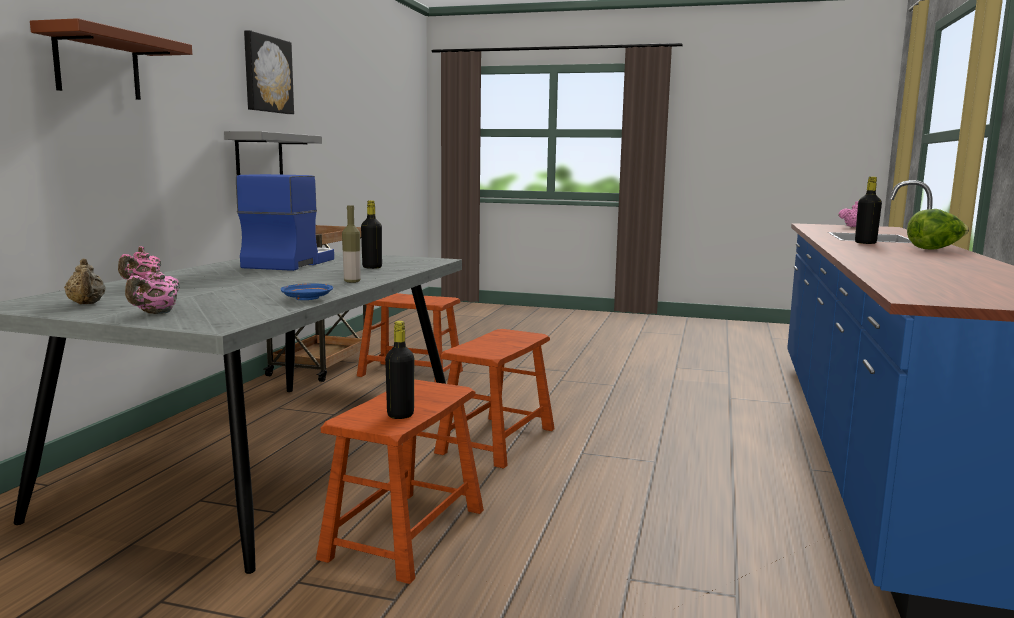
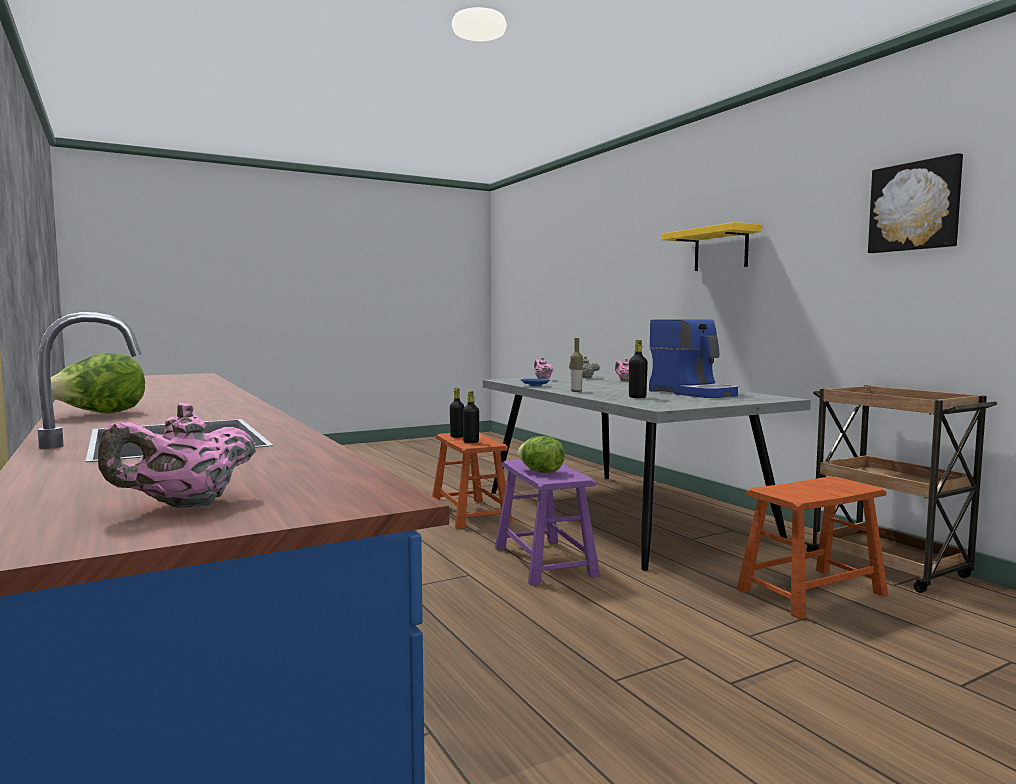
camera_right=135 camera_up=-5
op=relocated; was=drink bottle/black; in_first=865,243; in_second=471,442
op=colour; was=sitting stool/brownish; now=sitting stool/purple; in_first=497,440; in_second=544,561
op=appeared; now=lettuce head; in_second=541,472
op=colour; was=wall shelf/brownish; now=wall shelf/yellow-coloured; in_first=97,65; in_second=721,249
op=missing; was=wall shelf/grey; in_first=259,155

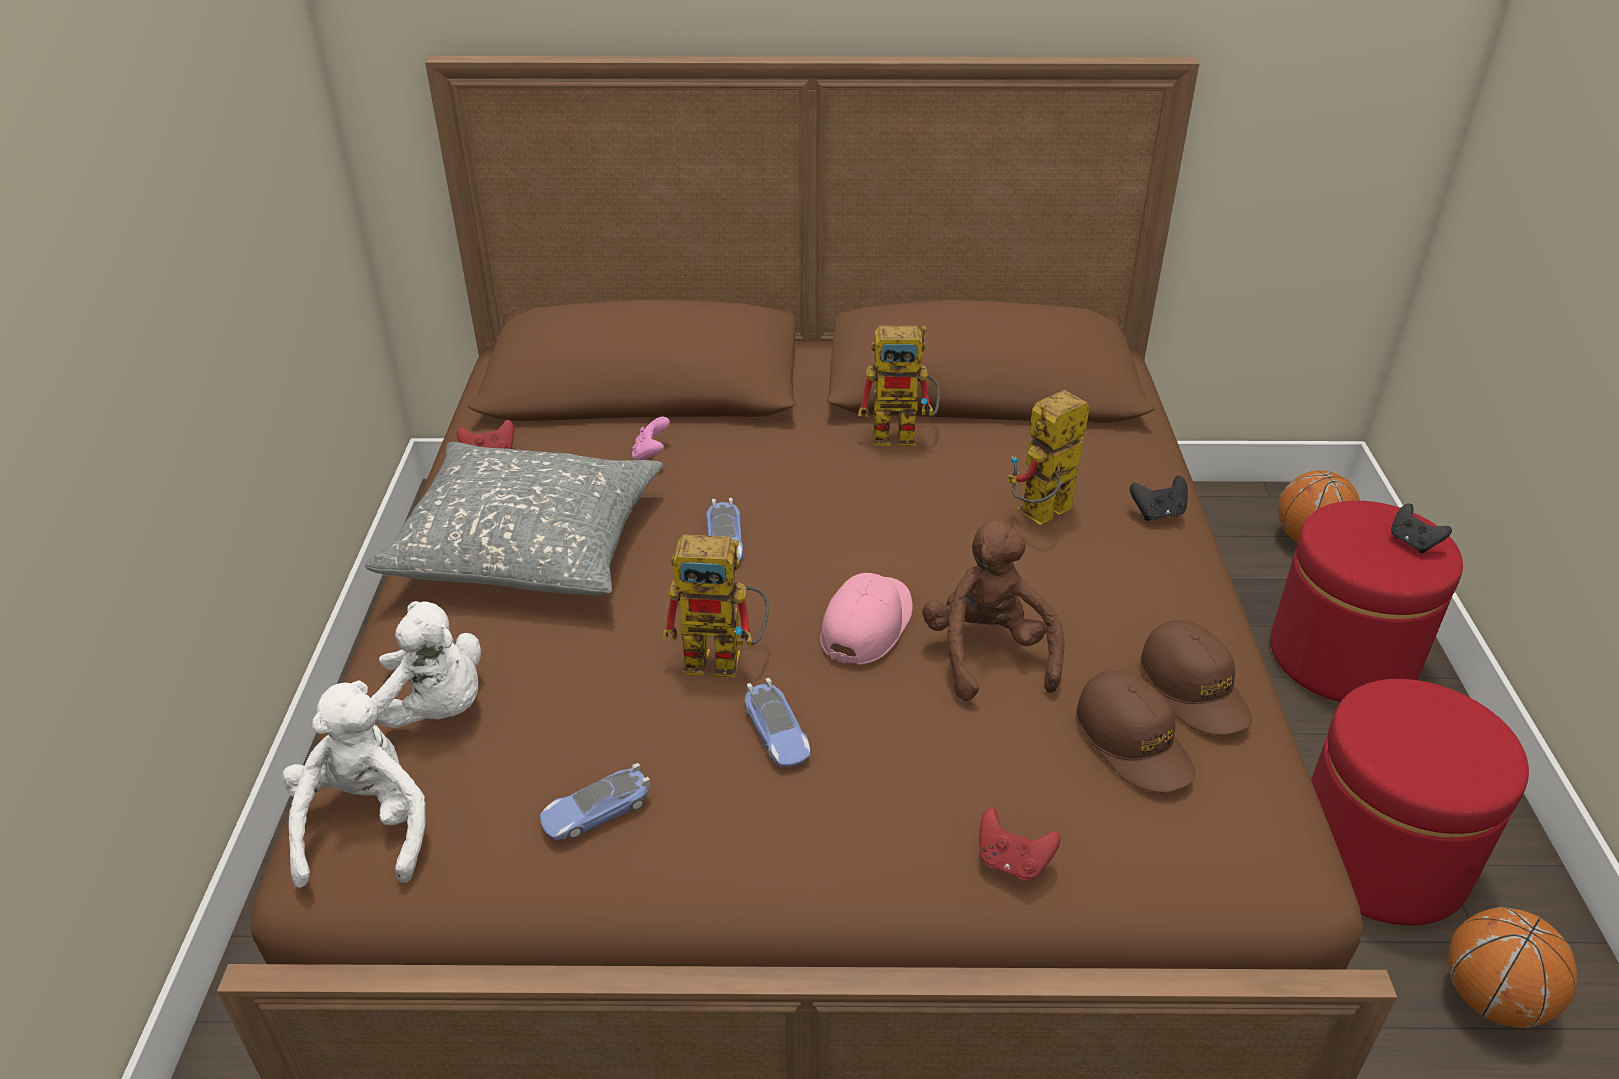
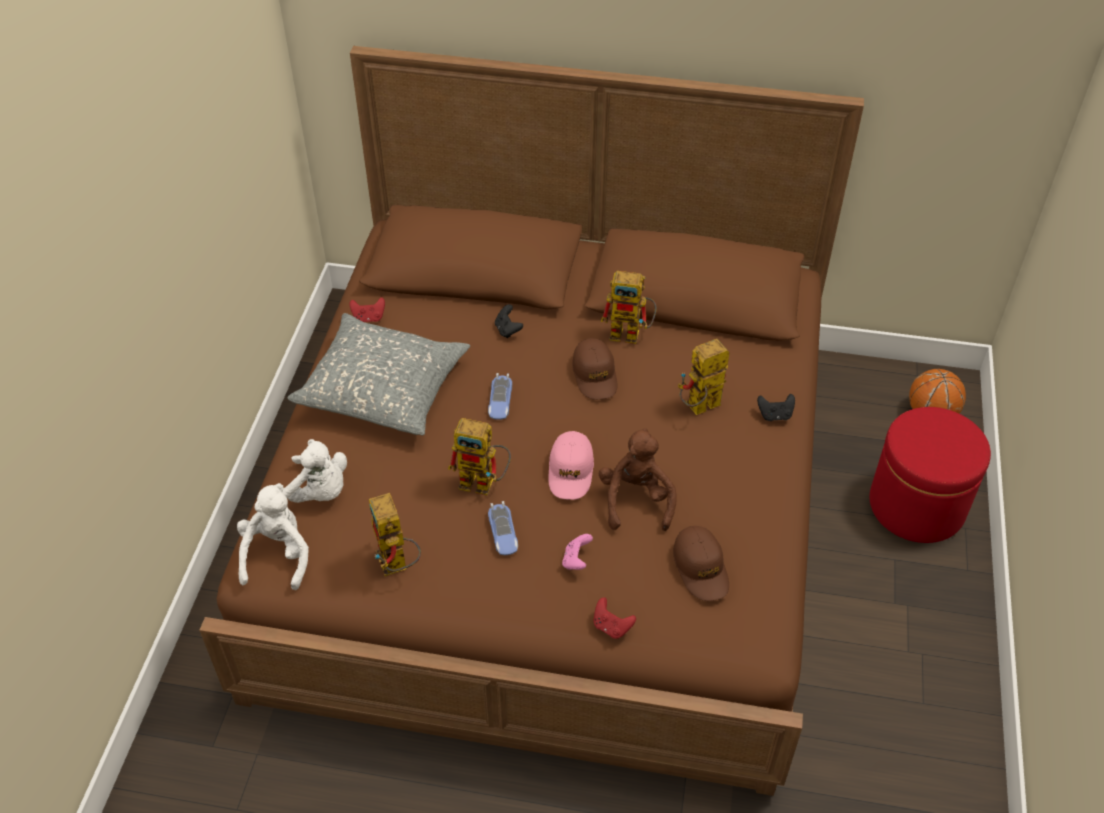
camera_right=10 camera_up=10
op=exchanged; was=model car; now=toy robot; in_first=596,811; in_second=397,565
op=relocated; was=joypad/black; in_first=1412,542; in_second=508,330
op=spun; was=cap/pinkish; in_first=867,624; in_second=571,471; clockwise=150
op=relocated; was=joypad/pinkish; in_first=651,455; in_second=576,560
op=relocated; was=cap/brownish; in_first=1194,689; in_second=595,375
op=missing; was=pouffe/red; in_first=1379,857
op=missing; was=ball for basketball; in_first=1491,999

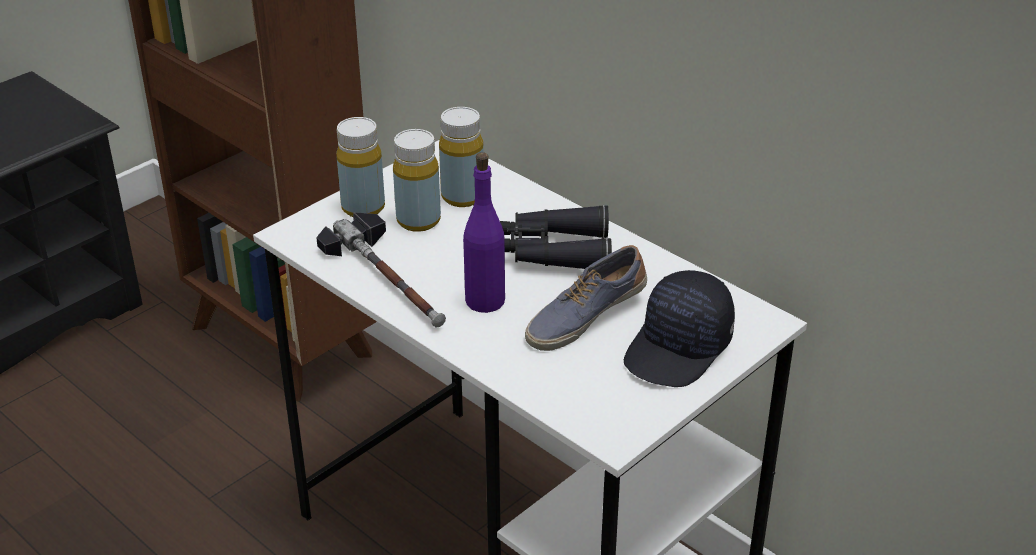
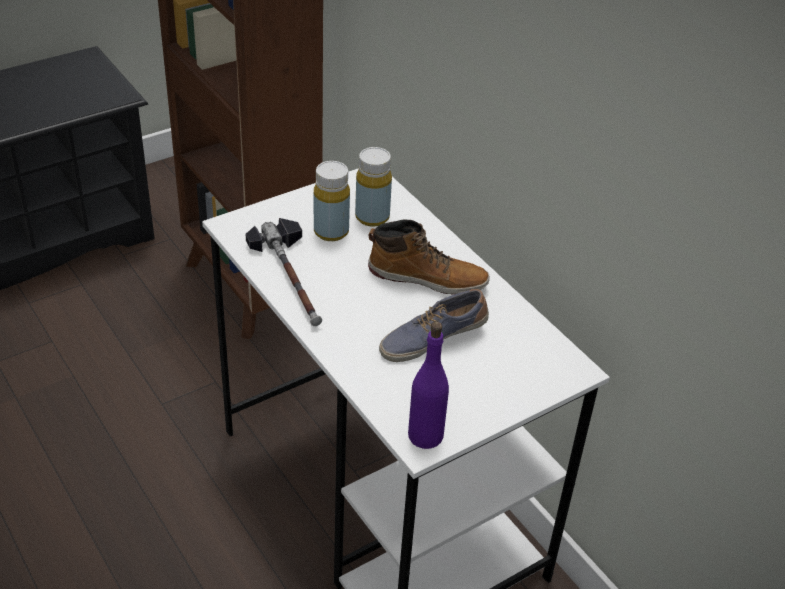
camera_right=10 camera_up=5
op=exchanged; was=binoculars/black; now=tall boot; in_first=554,252; in_second=427,277
op=relocated; was=drink bottle/purple; in_first=485,300; in_second=426,435
op=missing; was=drink bottle/yellow-coloured; in_first=363,208
op=missing; was=cap/black; in_first=679,349

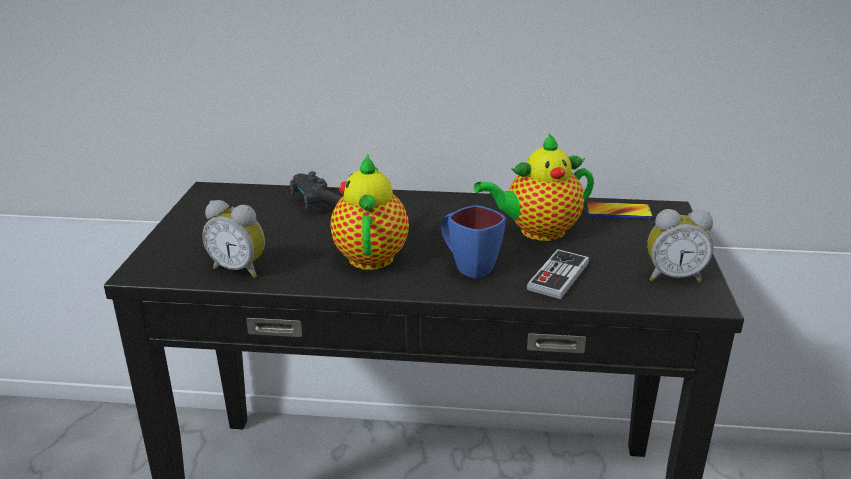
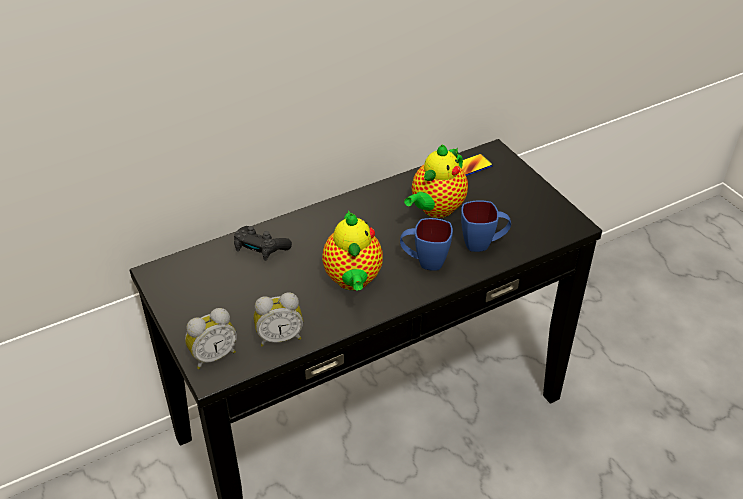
camera_right=-35 camera_up=15
op=relocated; was=bedside clock; in_first=673,277; in_second=213,355
op=spun; was=pot for tea; in_first=371,255; in_second=353,281; clockwise=-150
op=exchanged; was=joypad; now=mug/blue-coloured; in_first=558,276; in_second=483,244

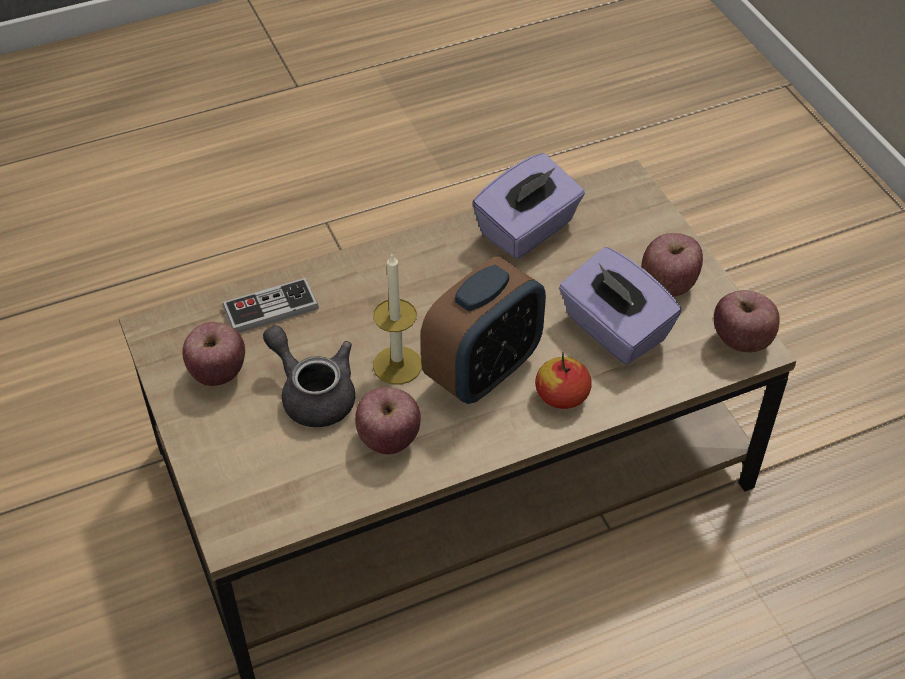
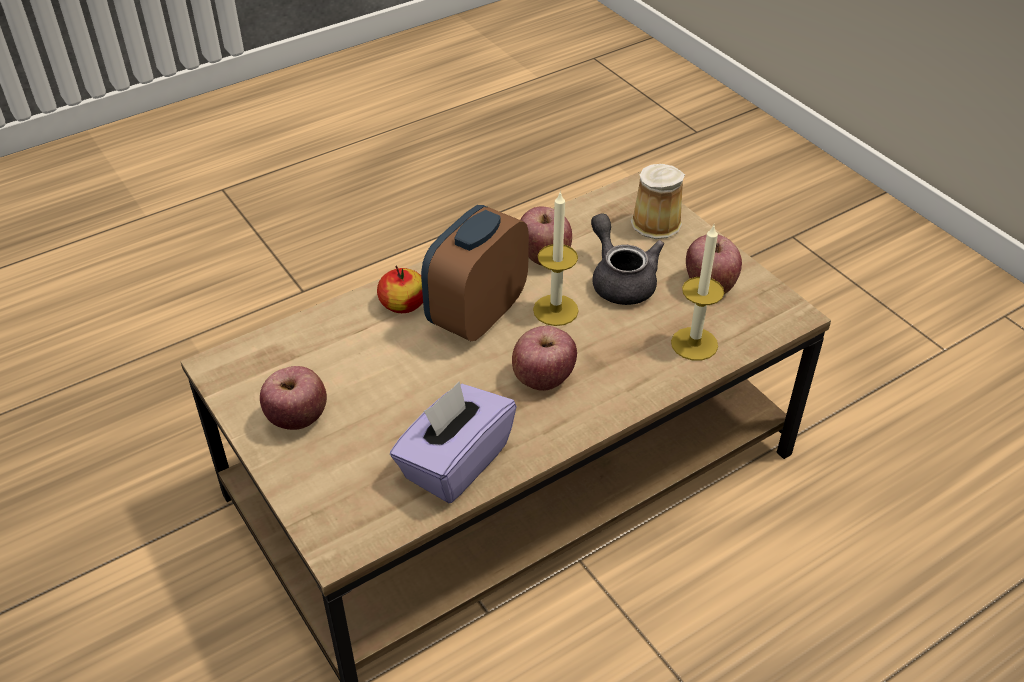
camera_right=170 camera_up=-5
op=relocated; was=whole apple; in_first=741,341; in_second=543,378
op=spun; was=pot for tea/grey; in_first=313,393; in_second=620,280; clockwise=-150
op=appeared; now=mug; in_second=656,222
op=exchanged; was=joypad; now=wax candle; in_first=270,308; in_second=694,344
op=missing; was=tissue box/purple; in_first=614,330

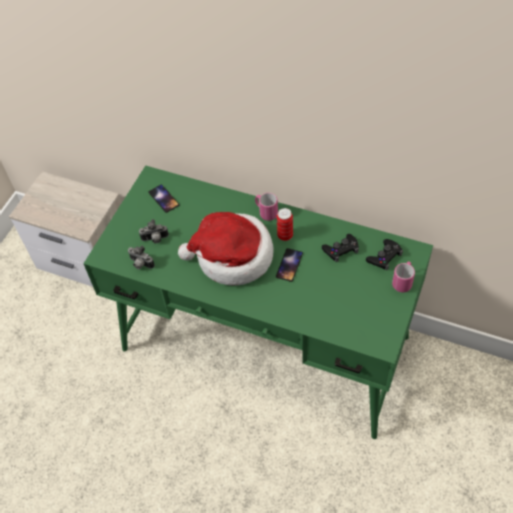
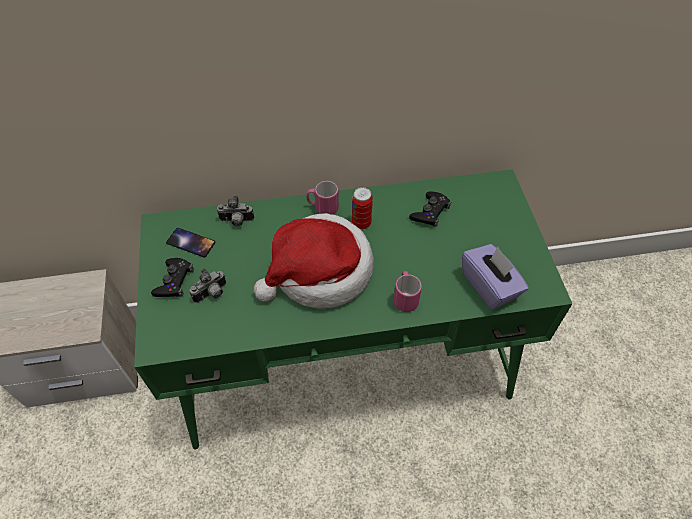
camera_right=-35 camera_up=0
op=relocated; was=joypad/black; in_first=384,257; in_second=174,281
op=relocated; was=photo camera; in_first=140,264; in_second=236,221
op=relocated; was=mug/pinkish; in_first=403,282; in_second=405,298
op=appeared; now=tissue box/purple; in_second=489,286
op=missing; was=phone; in_first=289,265

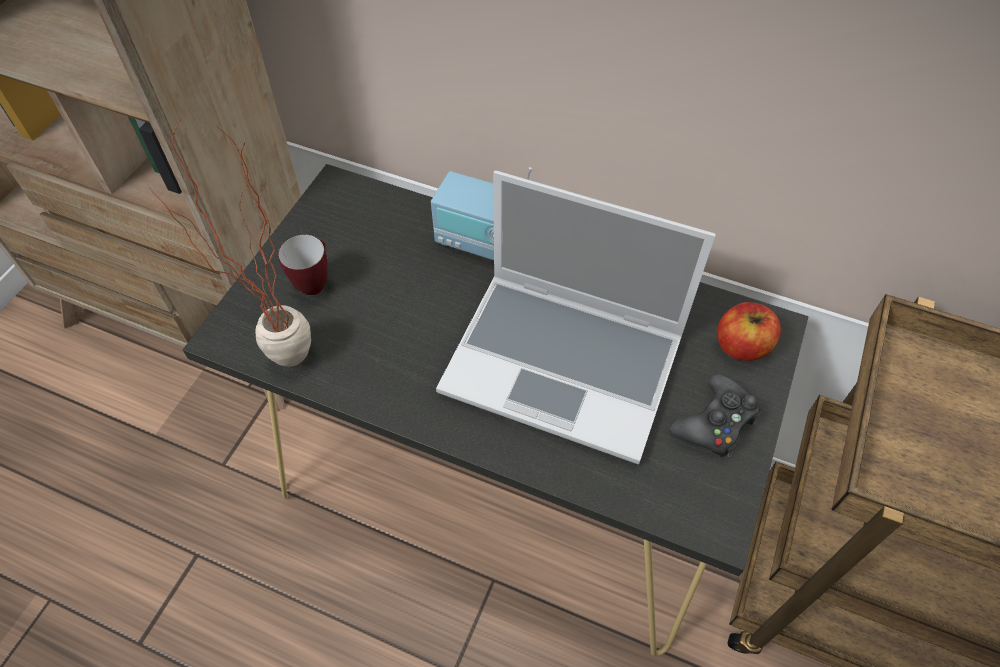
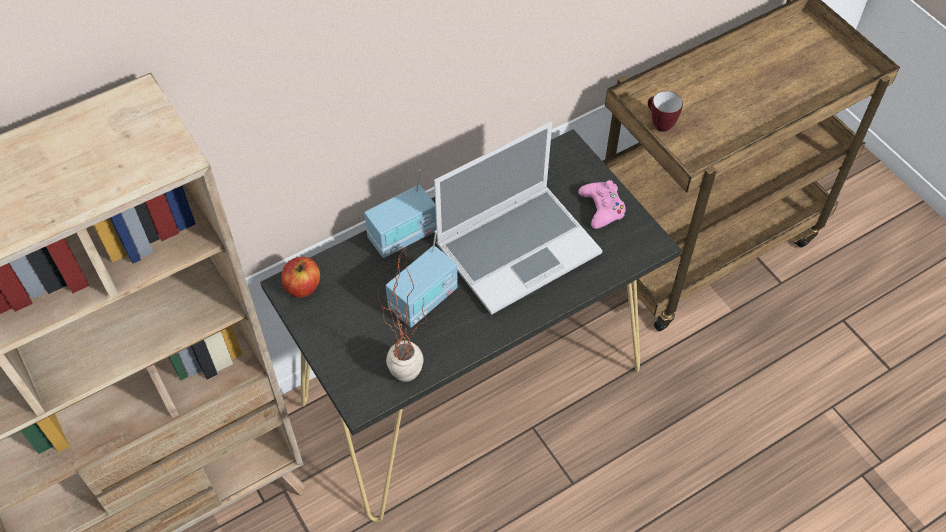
camera_right=-55 camera_up=0
op=relocated; was=whole apple; in_first=741,346; in_second=302,286
op=appeared; now=radio receiver; in_second=424,301
op=colour; was=joypad/black; now=joypad/pinkish; in_first=716,423; in_second=602,208
op=relocated; was=mug; in_first=314,281; in_second=659,124

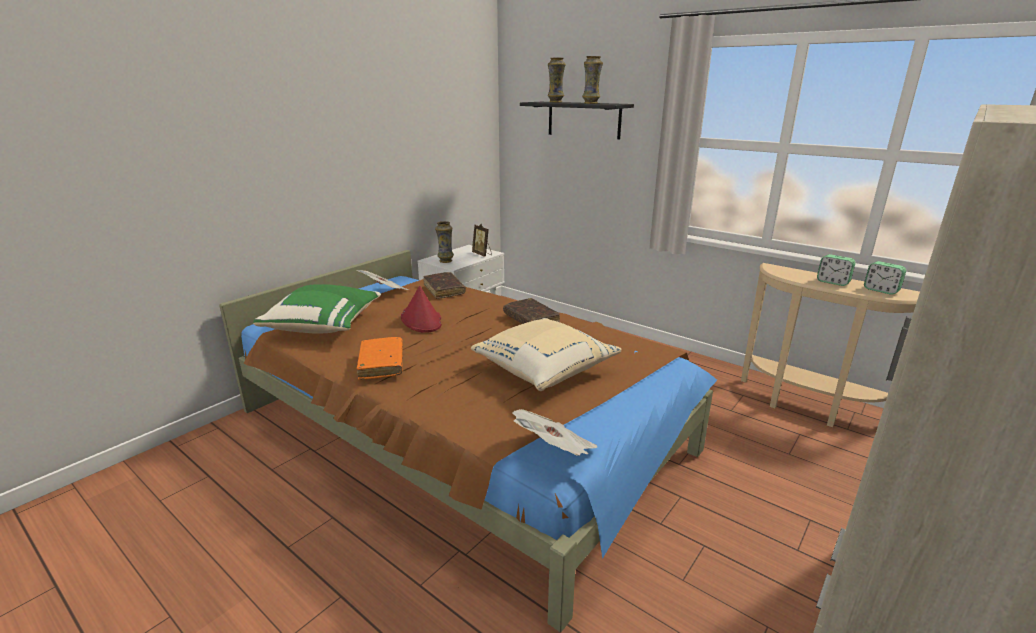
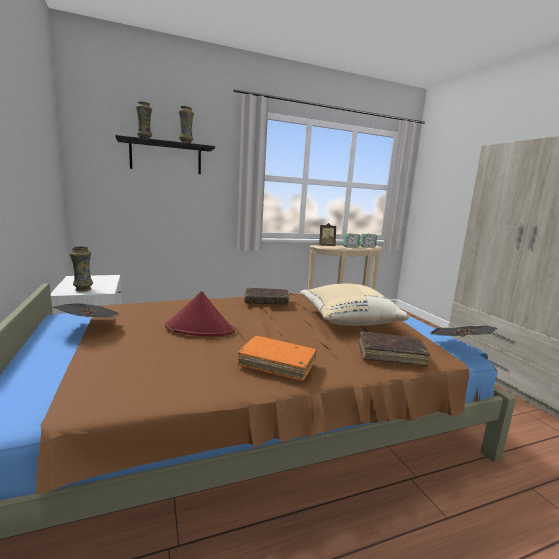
camera_right=-60 camera_up=-10
op=relocated; was=photo frame; in_first=482,254; in_second=326,246
op=relocated; was=bound book/brownish; in_first=444,290; in_second=390,355
op=missing; was=cushion/green-coloured; in_first=325,326

